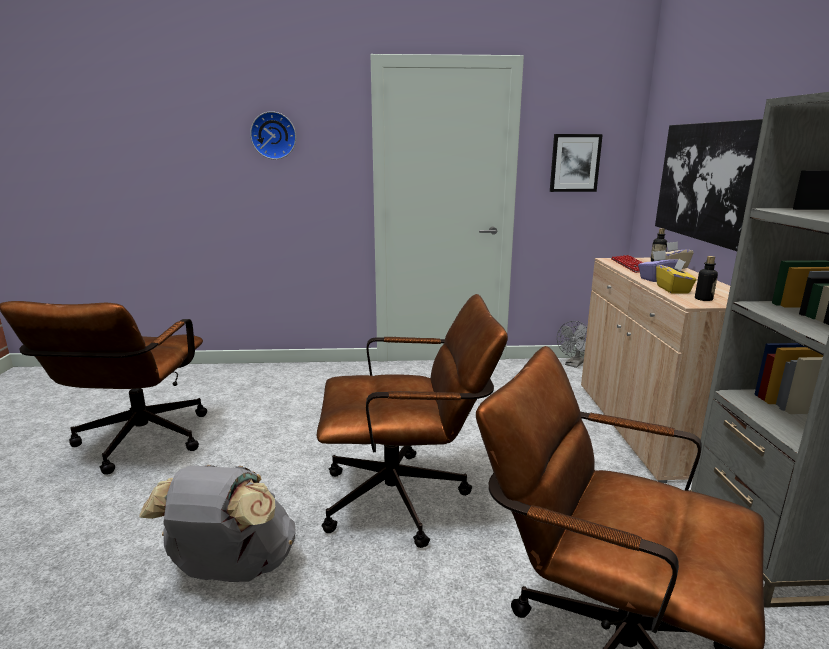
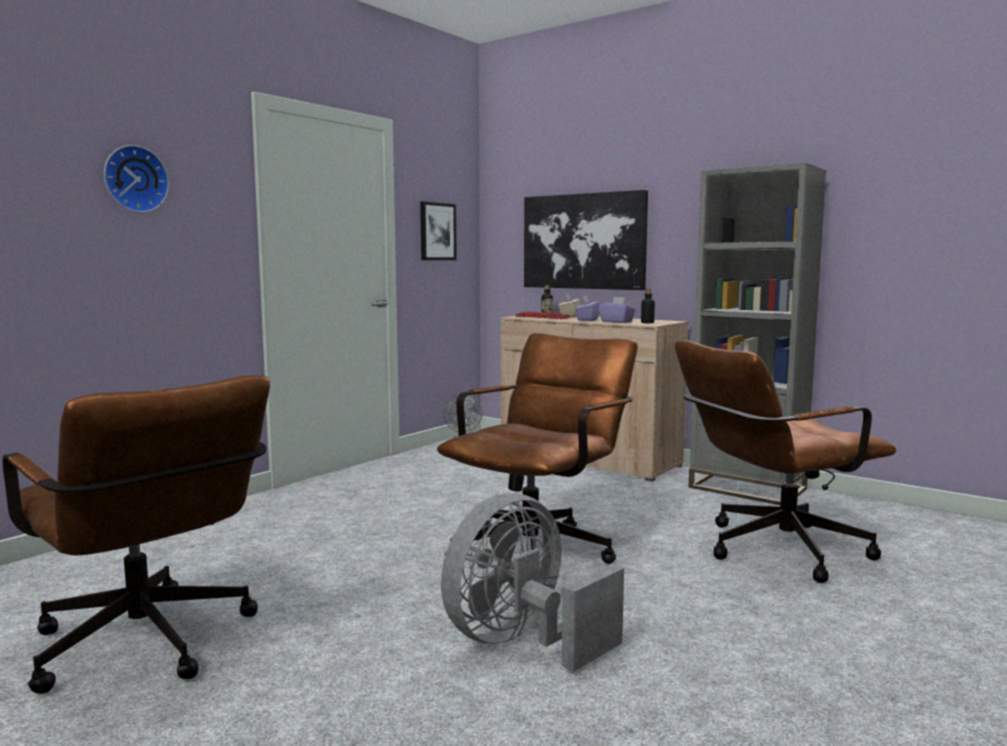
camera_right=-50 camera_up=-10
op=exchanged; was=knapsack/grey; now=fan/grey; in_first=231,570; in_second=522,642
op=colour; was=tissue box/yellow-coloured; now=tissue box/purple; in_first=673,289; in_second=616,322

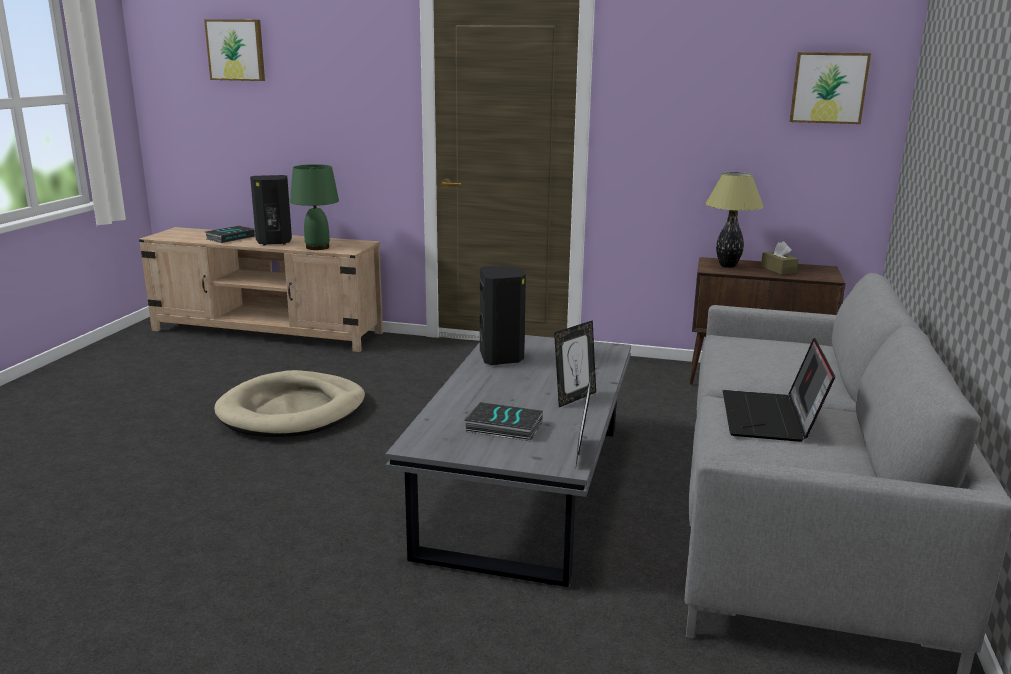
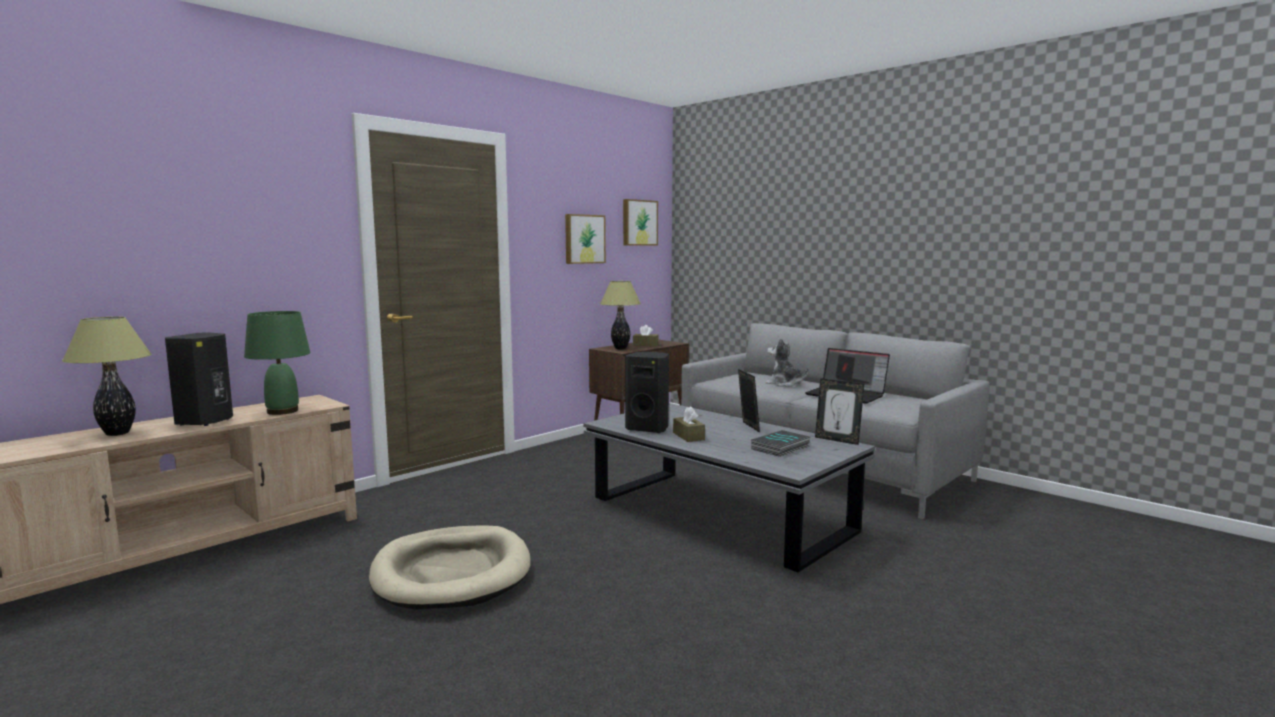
camera_right=-60 camera_up=-10
op=exchanged; was=bound book; now=table lamp; in_first=230,237; in_second=117,433
op=relocated; was=wall picture; in_first=236,50; in_second=584,239
op=appeared; now=tissue box/brownish; in_second=688,436
op=appeared; now=soft toy; in_second=784,384

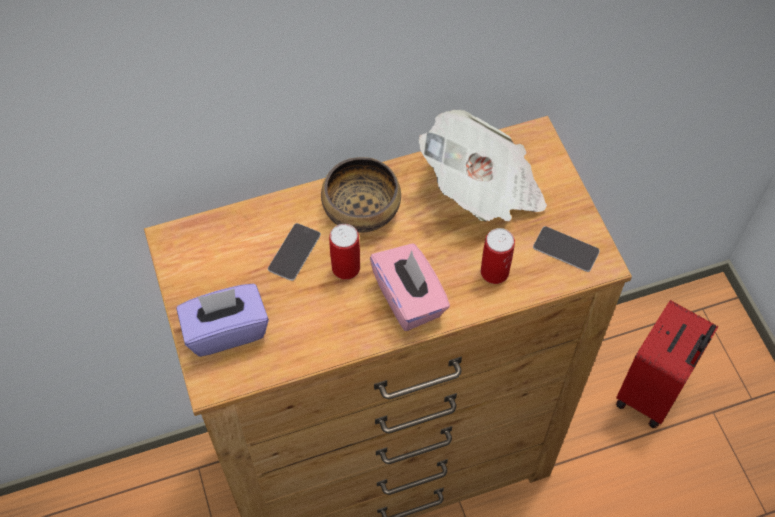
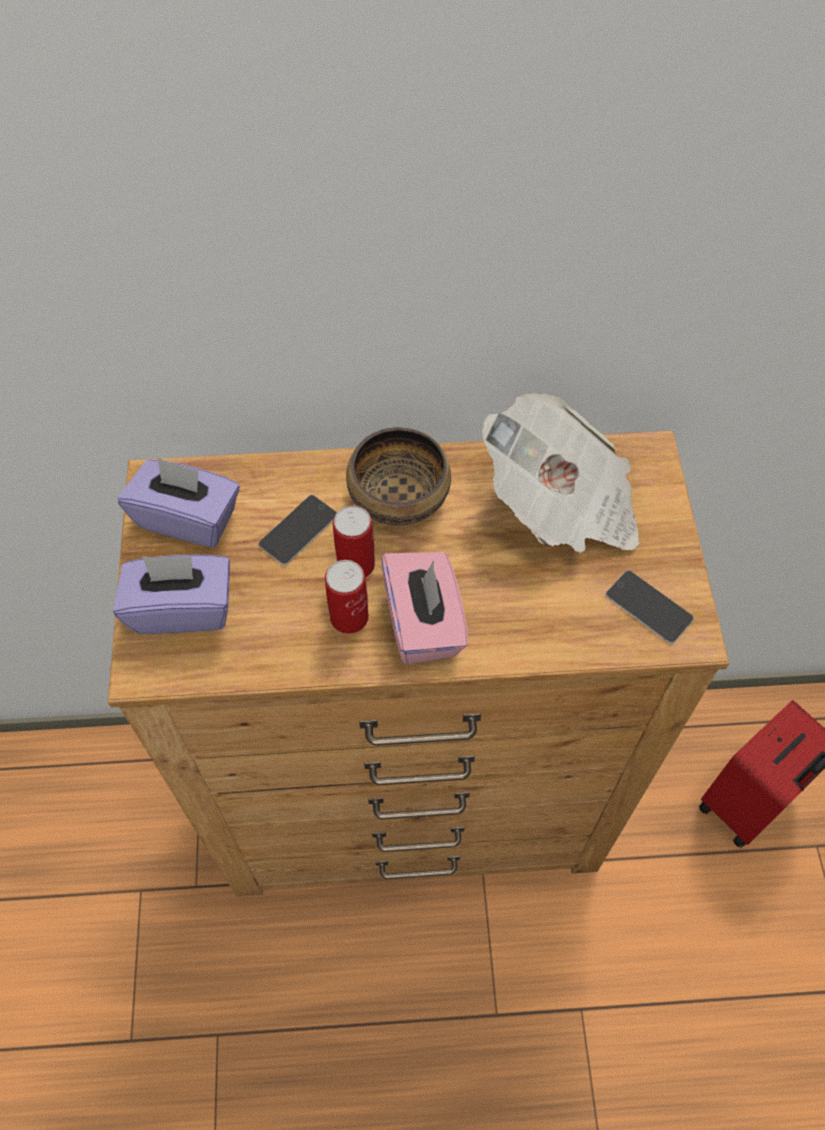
camera_right=15 camera_up=0
op=appeared; now=tissue box/purple; in_second=188,518
op=relocated; was=metal can; in_first=494,272; in_second=349,617

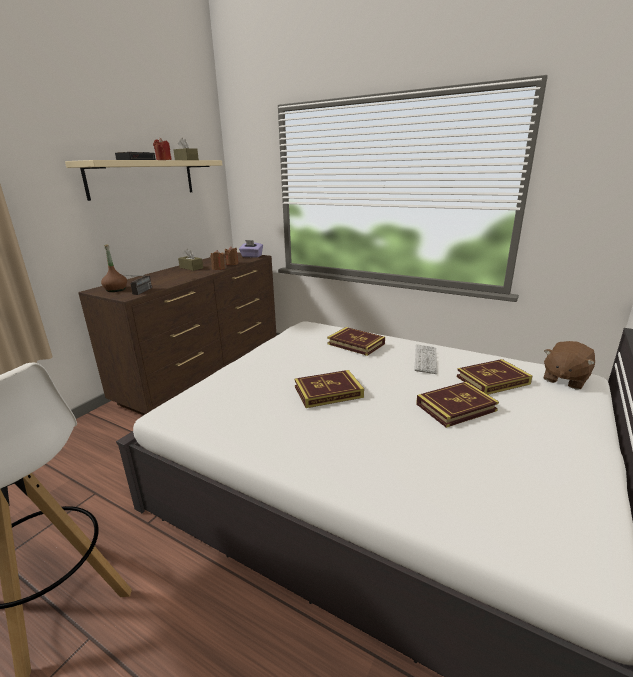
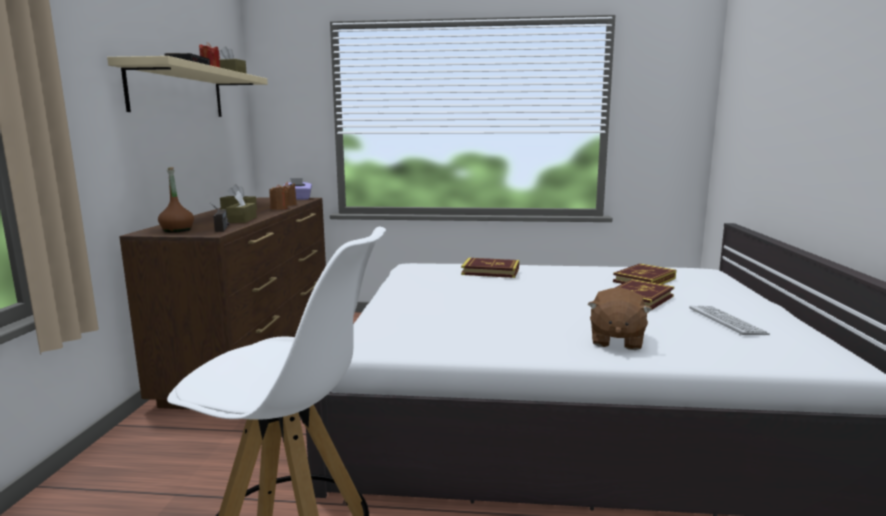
camera_right=-25 camera_up=-10
op=appeared; now=tissue box/brownish; in_second=242,220
op=relocated; was=soft toy/brownish; in_first=564,379; in_second=616,340
op=relocated; was=PC keyboard; in_first=425,359; in_second=726,321
op=missing; was=bound book; in_first=328,392

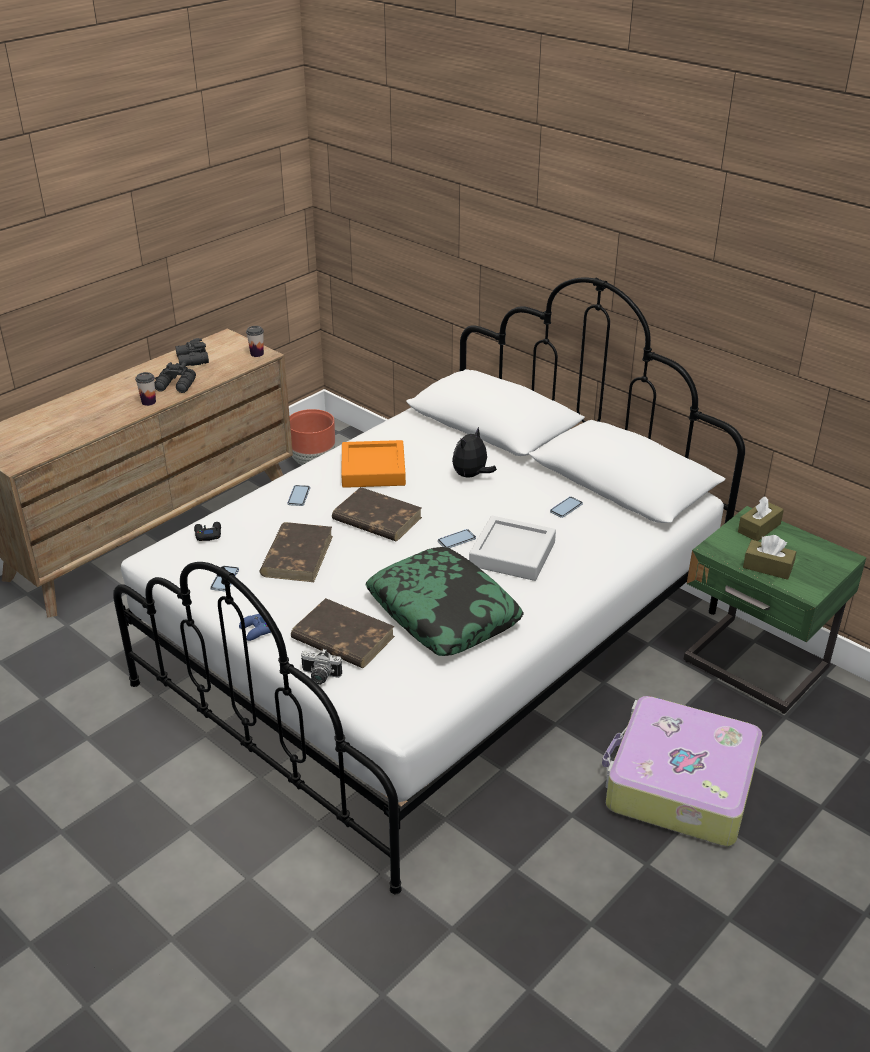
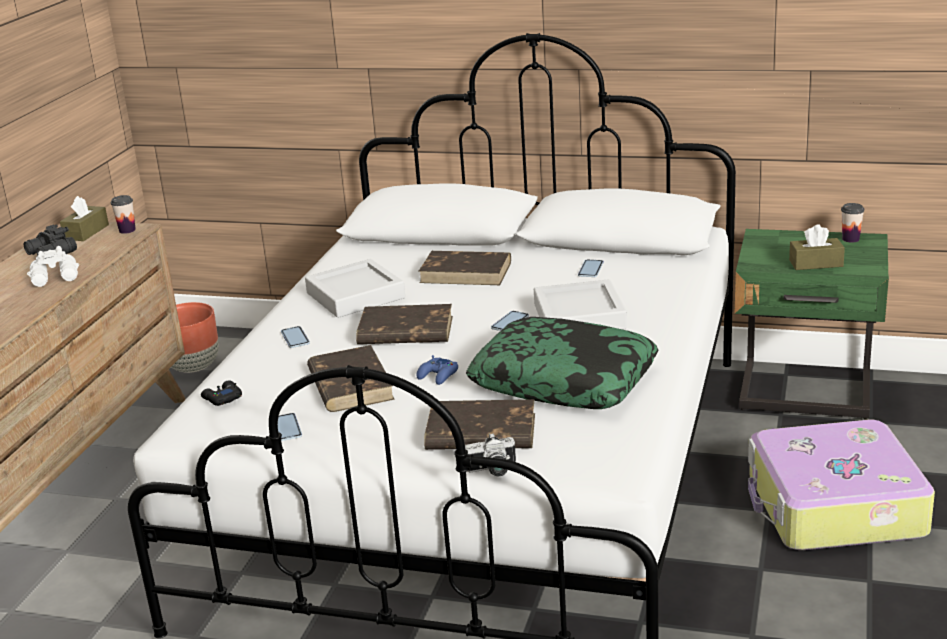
camera_right=-25 camera_up=-10
op=colour; was=binoculars/black; now=binoculars/white-coloured; in_first=176,386; in_second=56,278
op=relocated; was=tissue box/brownish; in_first=759,528; in_second=86,232
op=colour; was=carrying tray/orangey; now=carrying tray/grey; in_first=373,470; in_second=355,295
op=relocated; was=joypad/blue-coloured; in_first=257,630; in_second=438,375
op=exchanged; was=soft toy; now=bound book/brownish; in_first=471,476; in_second=467,272
op=relocated; was=cup; in_first=148,402; in_second=850,239

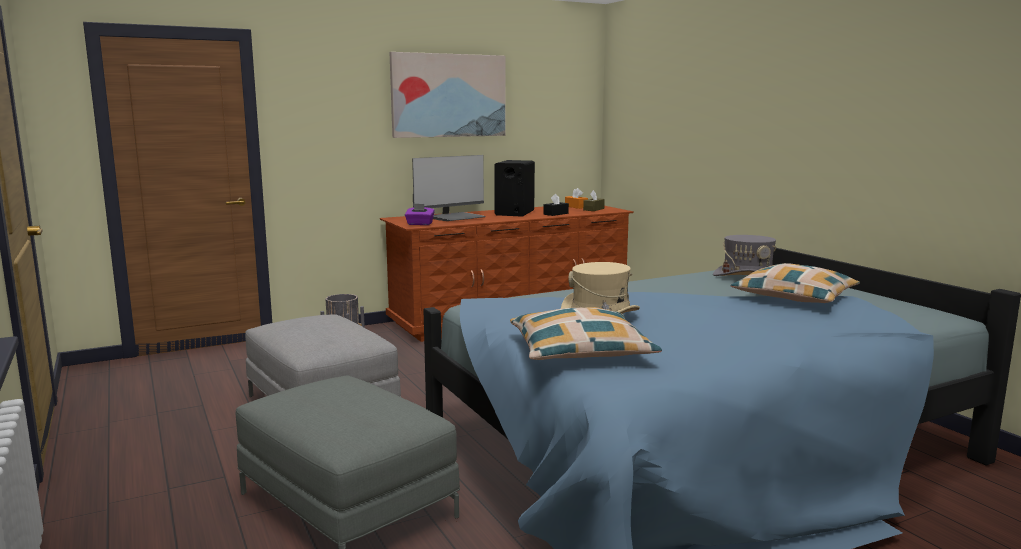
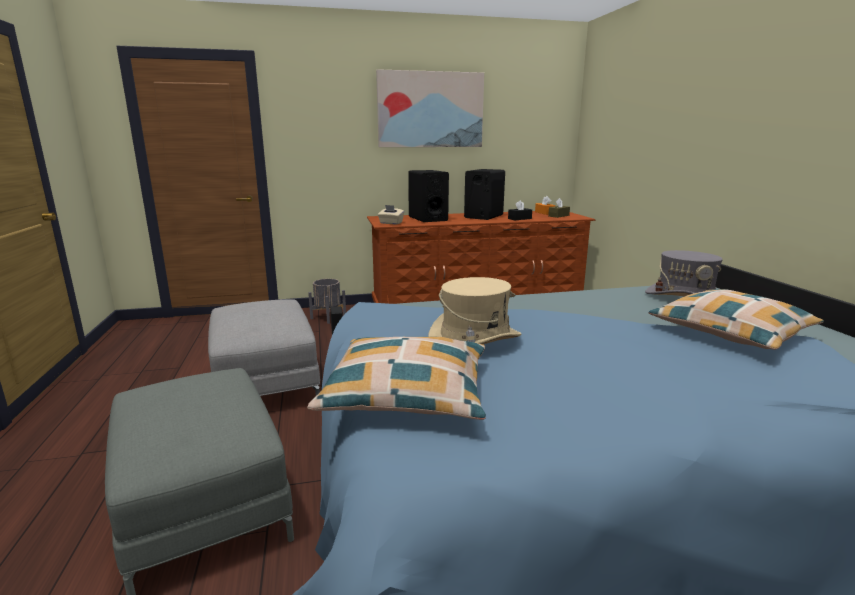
camera_right=15 camera_up=5
op=colour; was=tissue box/purple; now=tissue box/beige-coloured; in_first=419,224; in_second=391,223
op=exchanged; was=computer display; now=speaker/black; in_first=455,218; in_second=427,219

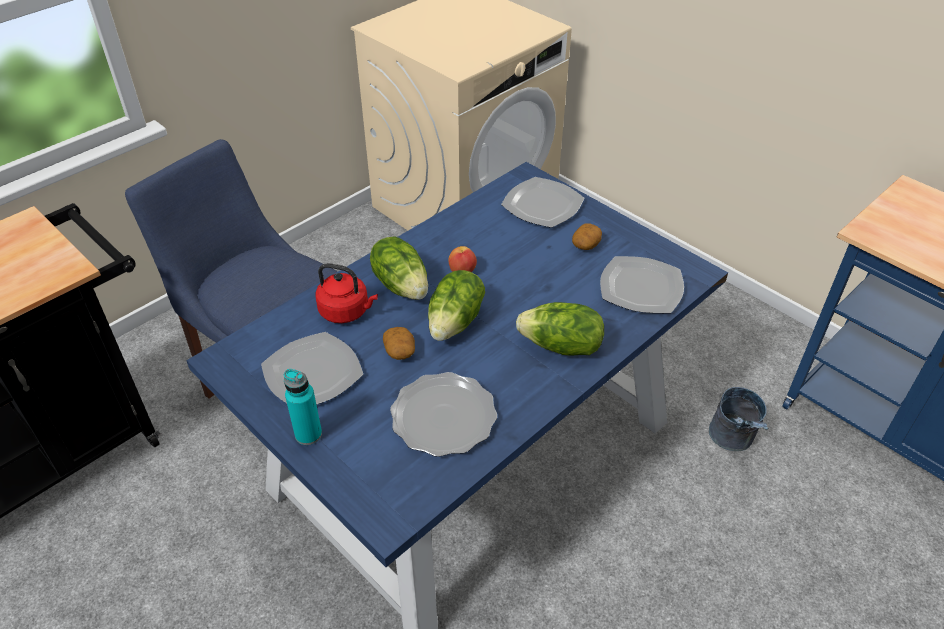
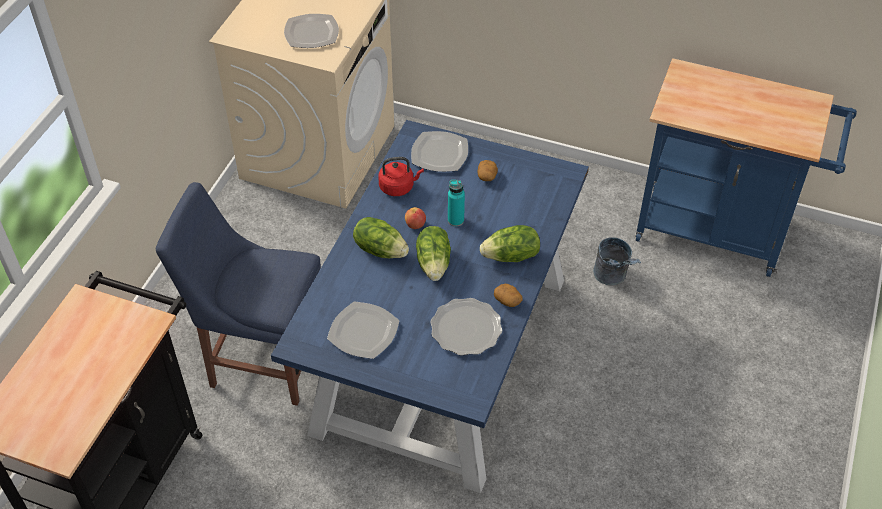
camera_right=-25 camera_up=5
op=relocated; was=plate; in_first=642,288; in_second=312,33
op=relocated; was=tea kettle/red; in_first=347,311; in_second=398,187
op=relocated; was=drink bottle/turquoise; in_first=308,434; in_second=455,220
op=relocated; was=potato; in_first=400,351; in_second=508,300

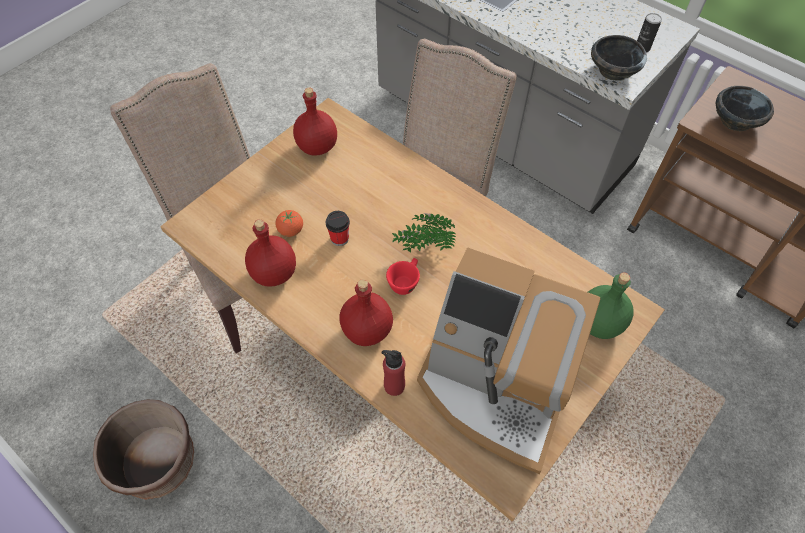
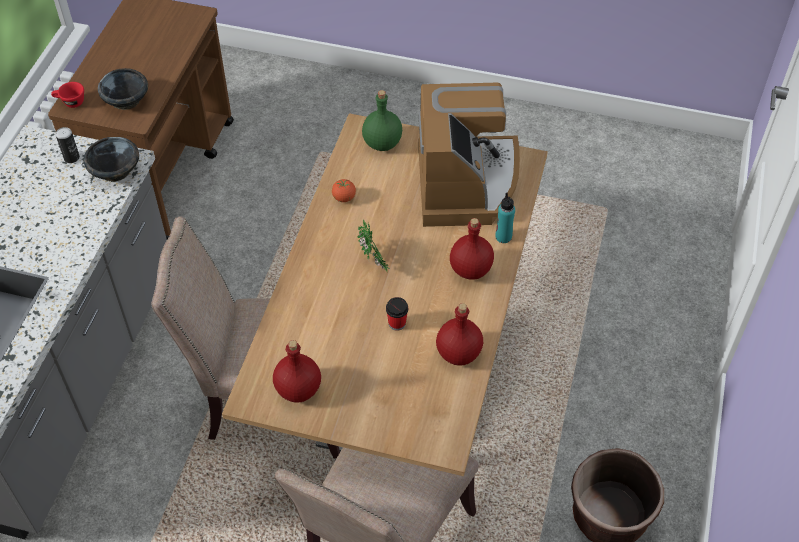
camera_right=-115 camera_up=-5
op=relocated; was=cup/red; in_first=404,281; in_second=70,102
op=relocated; was=whole tomato; in_first=291,230; in_second=344,198
op=colour; was=drink bottle/red; now=drink bottle/turquoise; in_first=394,386; in_second=503,237

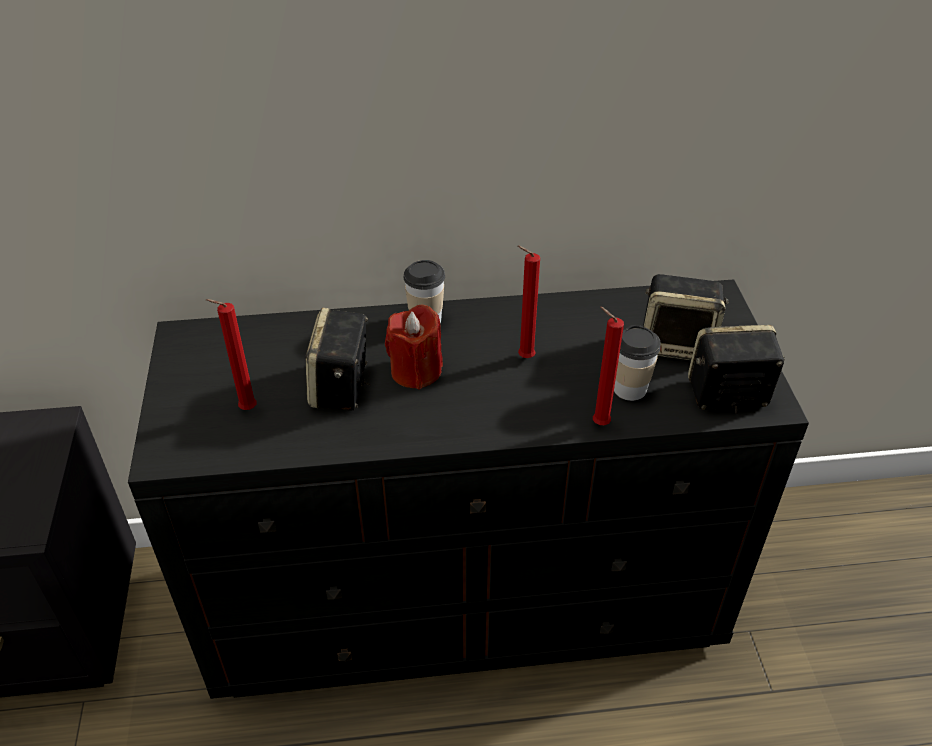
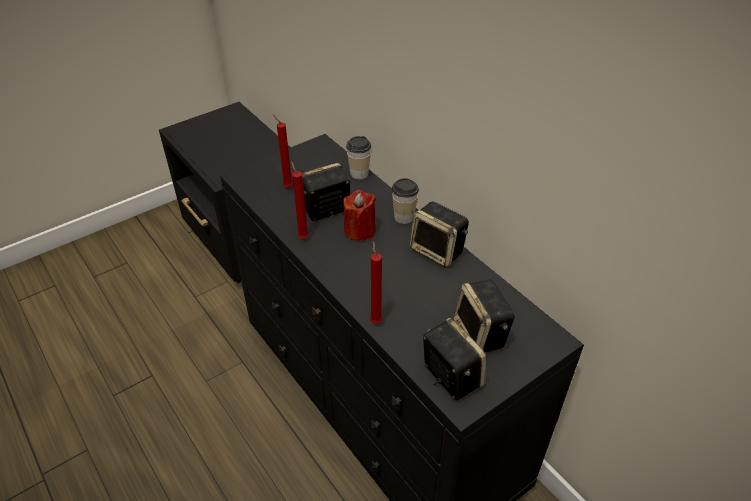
camera_right=60 camera_up=0
op=relocated; was=wax candle/red; in_first=523,357; in_second=302,237
op=relocated; was=cup; in_first=630,389; in_second=359,173
op=appeared; now=speaker; in_second=438,251

